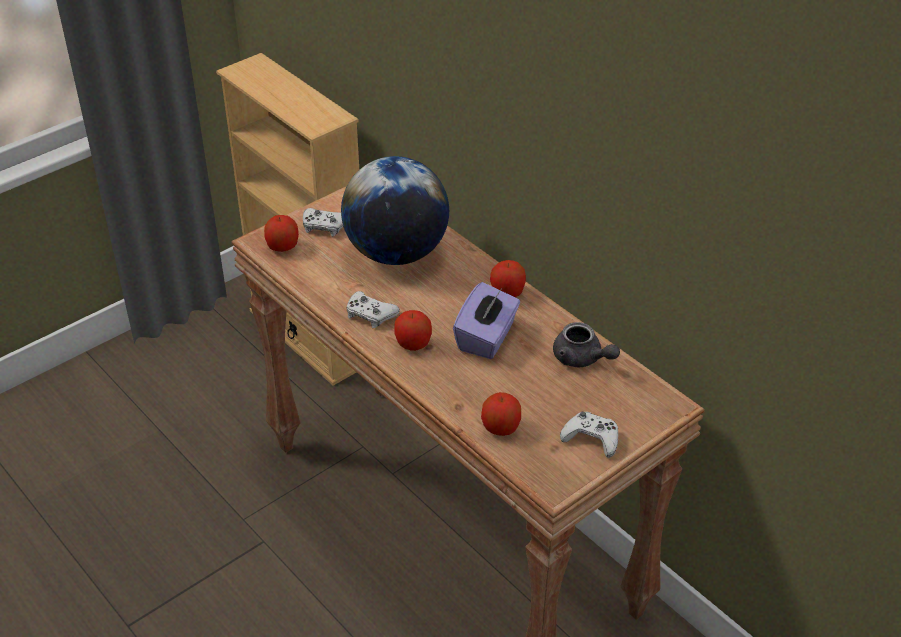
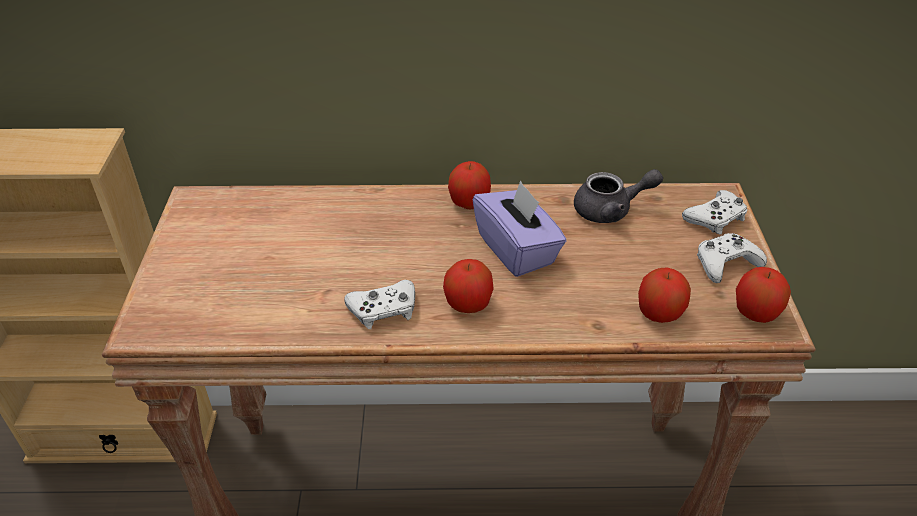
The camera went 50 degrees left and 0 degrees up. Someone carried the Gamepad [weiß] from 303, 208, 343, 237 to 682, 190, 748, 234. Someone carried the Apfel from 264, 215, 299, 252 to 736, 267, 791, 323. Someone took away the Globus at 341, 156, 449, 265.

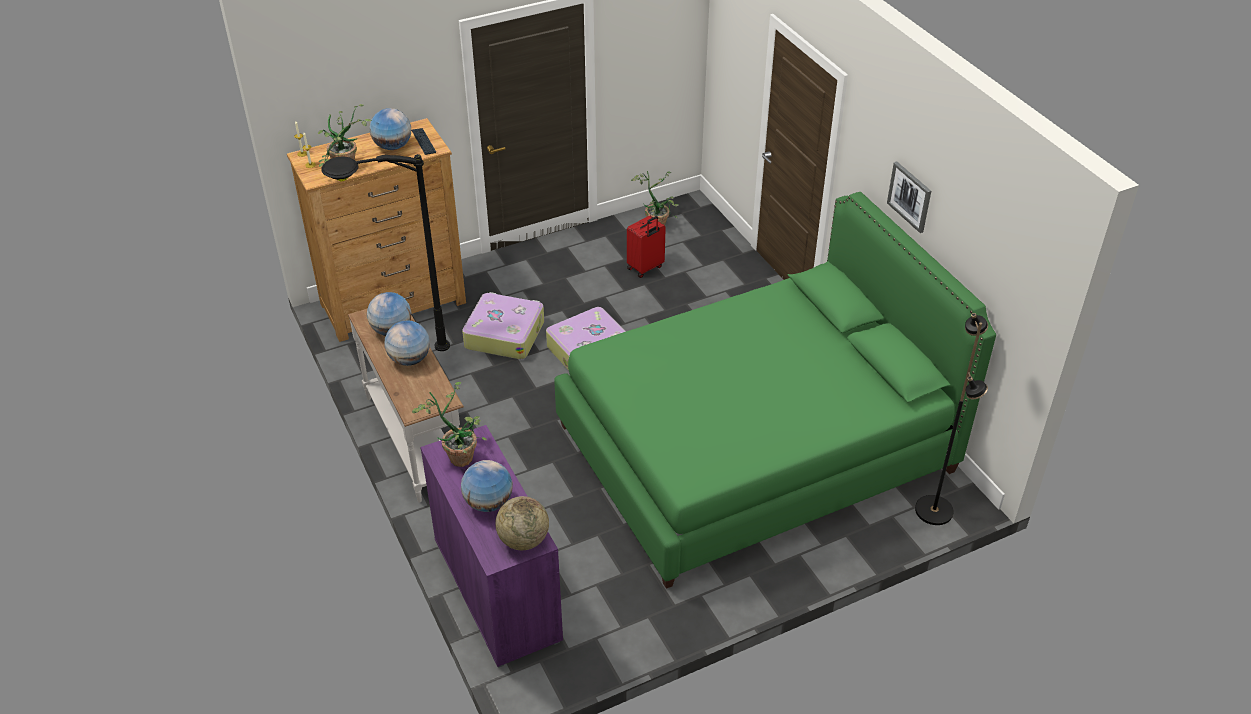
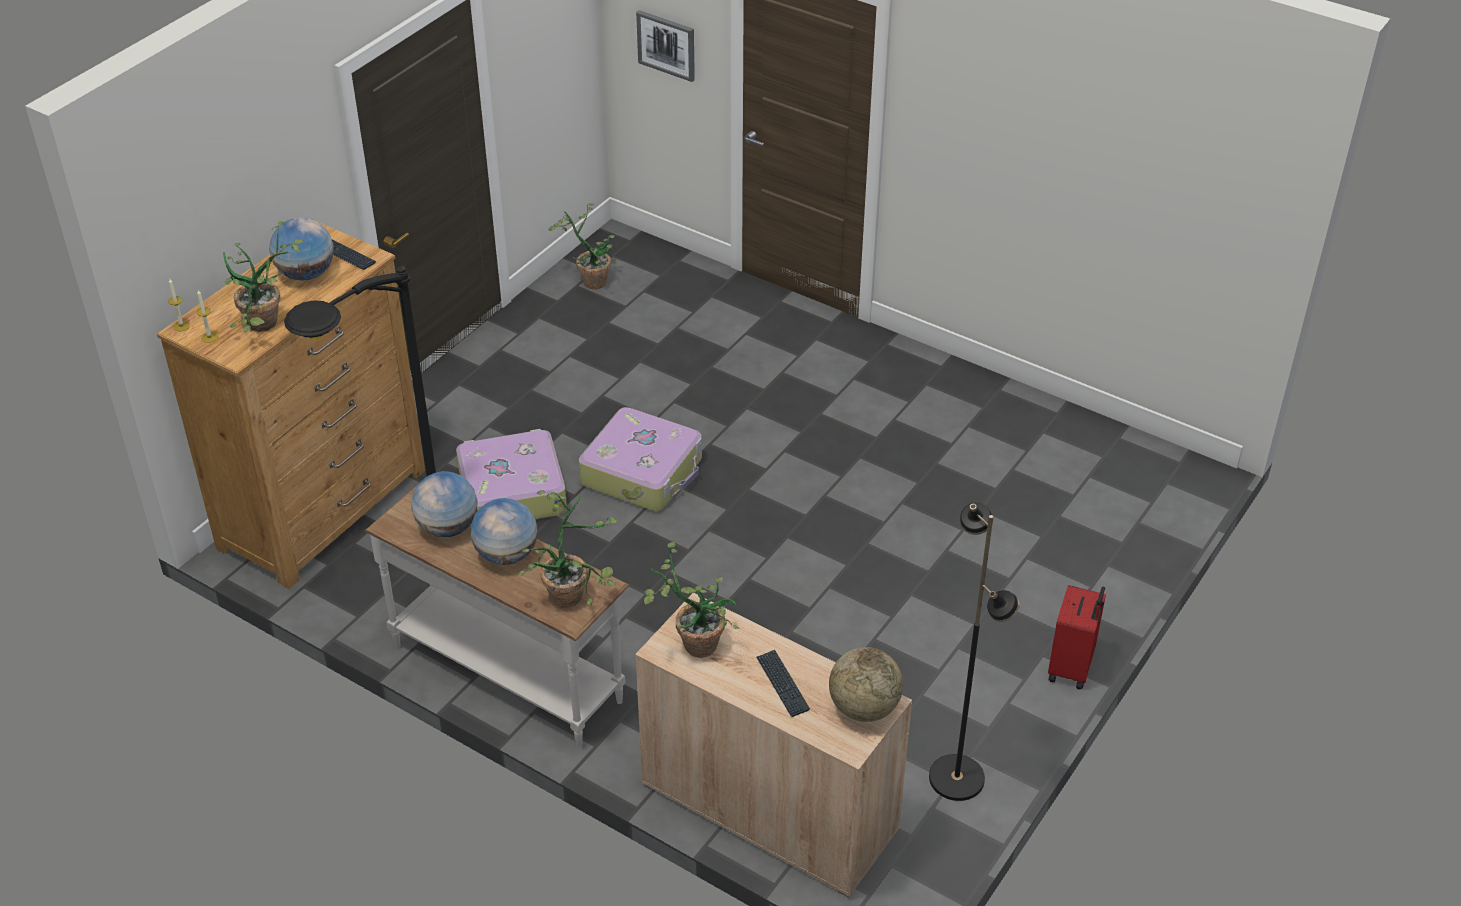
The camera went 30 degrees left and 0 degrees up. Someone put down the Topfpflanze at 519, 490, 618, 608. Someone repainted the Schrank [lila] at 420, 425, 563, 668, which became the Schrank [beige] at 635, 593, 912, 898. Someone carried the Bild from 887, 161, 931, 233 to 636, 10, 695, 82. Someone swapped the Globus at 461, 460, 513, 512 for the Tastatur at 756, 650, 810, 717. Someone carried the Stehlampe [schwarz] from 915, 313, 988, 525 to 929, 503, 1020, 801. Someone carried the Koffer [rot] from 627, 216, 666, 278 to 1048, 585, 1106, 690. Someone took away the Bett [grün] at 554, 192, 996, 589.

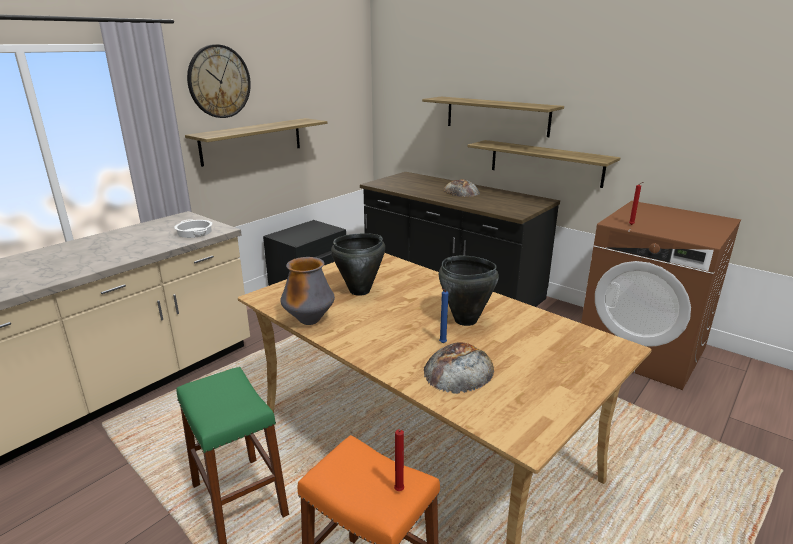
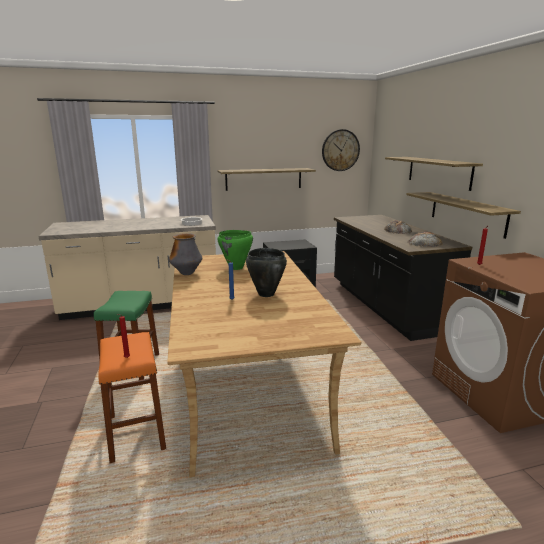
The camera went 35 degrees right and 5 degrees down. Someone repainted the Kochtopf [schwarz] at 331, 233, 385, 296, which became the Kochtopf [grün] at 218, 230, 253, 270. Someone carried the Wanduhr from 187, 44, 251, 118 to 322, 129, 360, 171. Someone carried the Brot from 424, 342, 494, 394 to 407, 232, 443, 247.

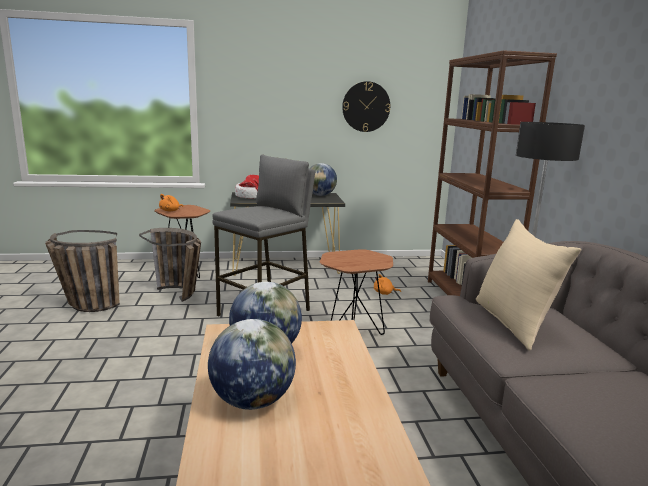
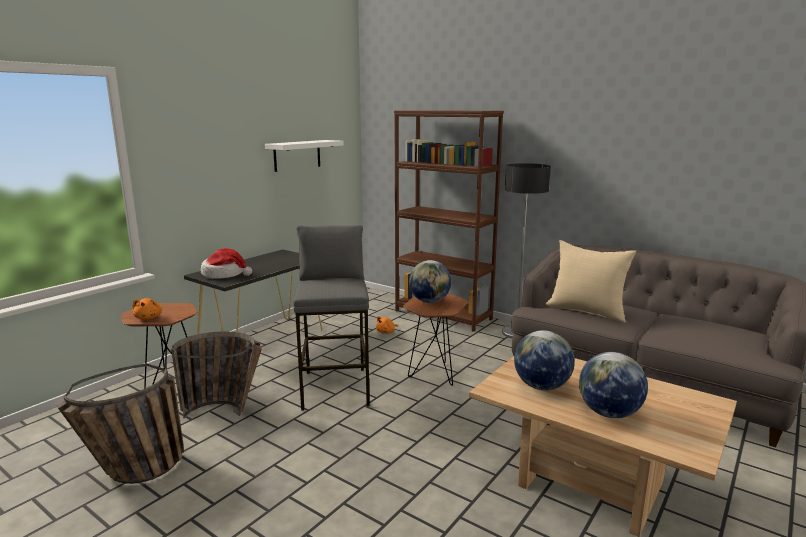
The camera went 45 degrees left and 0 degrees up. Someone swapped the Wanduhr at 342, 81, 390, 132 for the Wandregal [weiß] at 265, 140, 344, 172. Someone carried the Globus from 309, 163, 337, 196 to 409, 260, 451, 303.

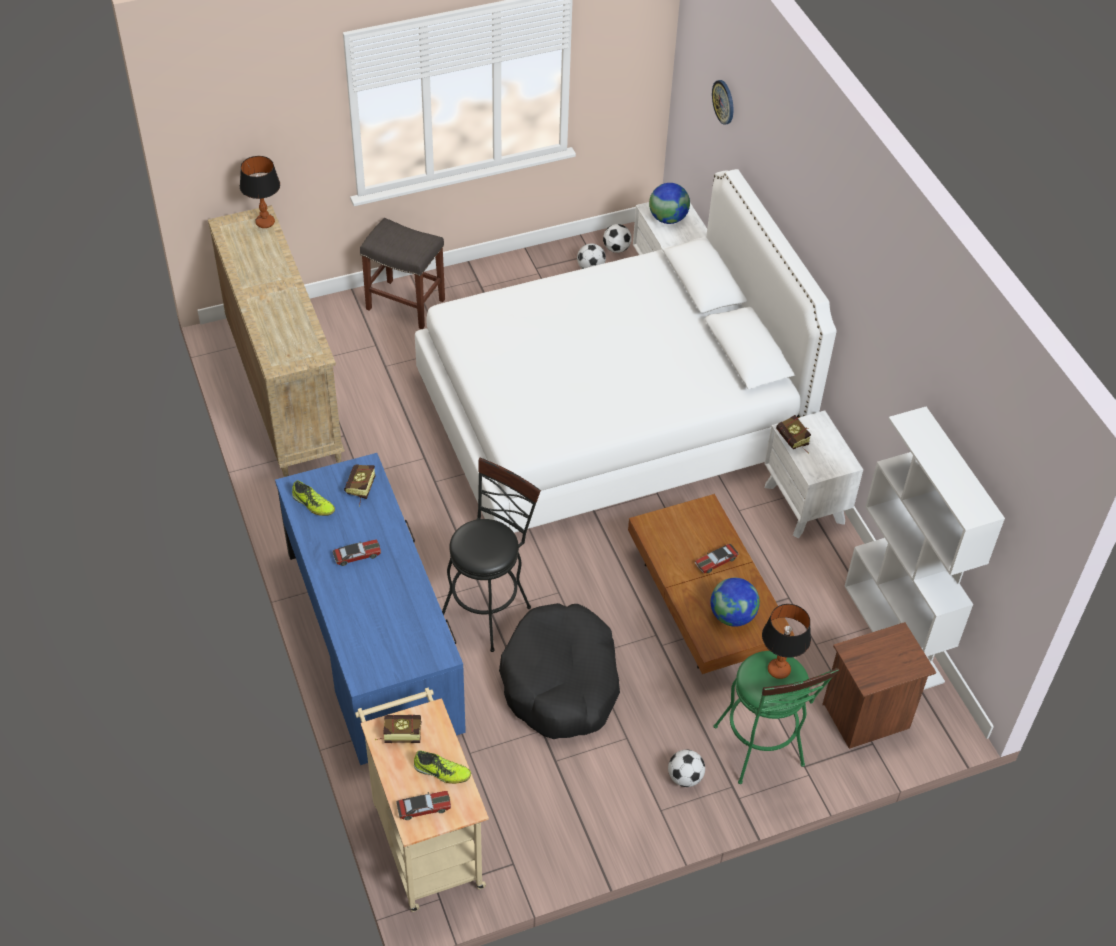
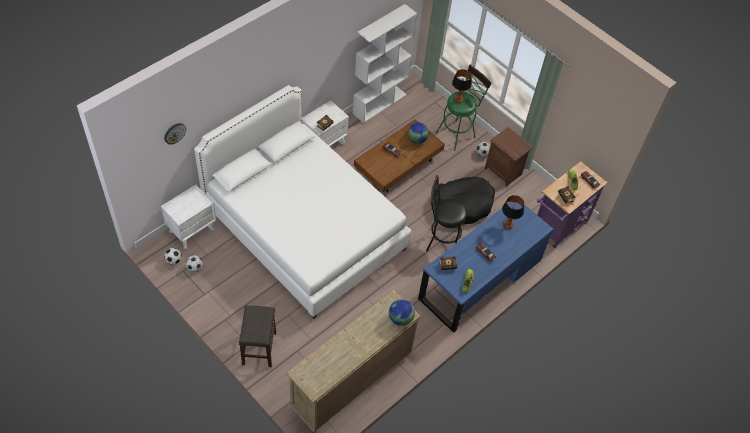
The camera went 115 degrees left and 5 degrees up. Someone carried the Globus from 649, 183, 690, 224 to 389, 299, 415, 326. Someone carried the Nachttisch [braun] from 822, 622, 936, 749 to 485, 127, 533, 187. Someone carried the Tischlampe from 240, 156, 280, 228 to 502, 195, 524, 229. Someone repainted the Rollwagen [beige] at 355, 688, 489, 912, which became the Rollwagen [lila] at 537, 161, 608, 248.

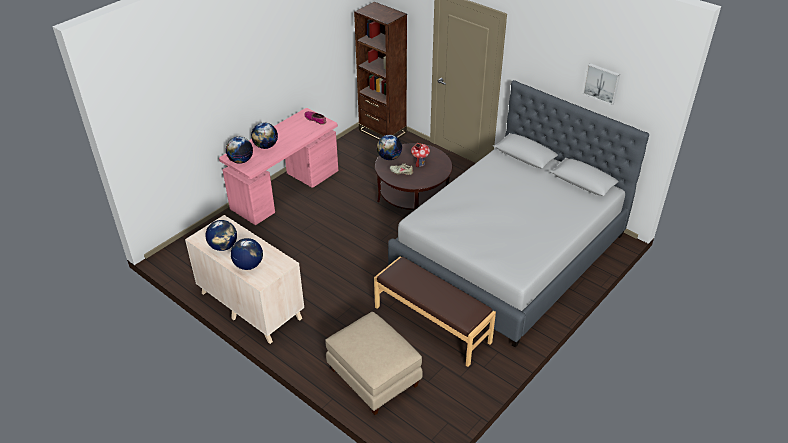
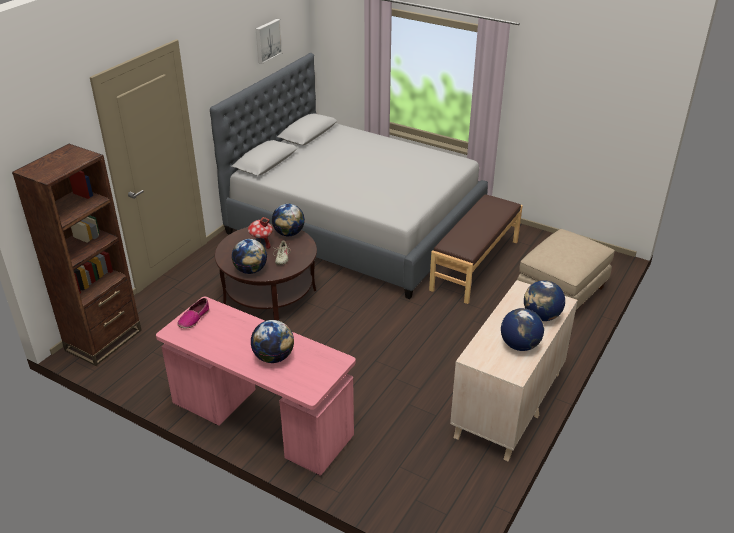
The camera went 100 degrees left and 5 degrees down. Someone carried the Globus from 226, 137, 253, 164 to 272, 204, 305, 236.

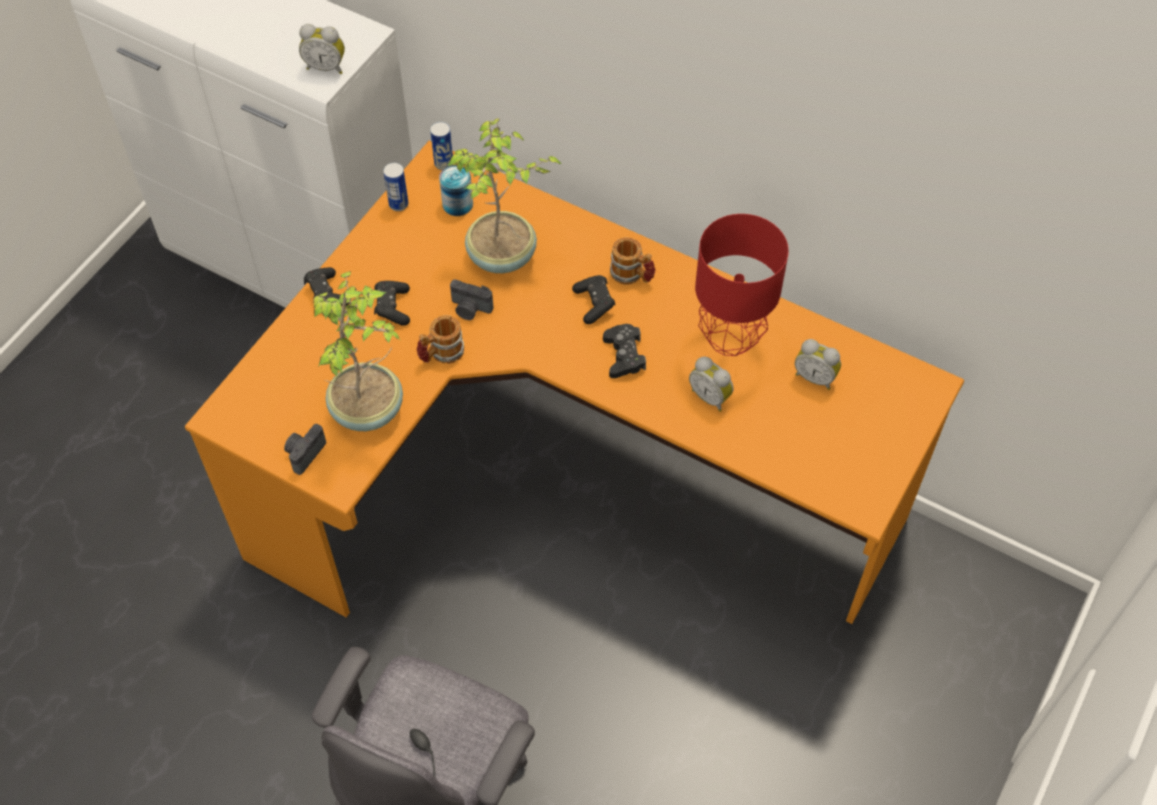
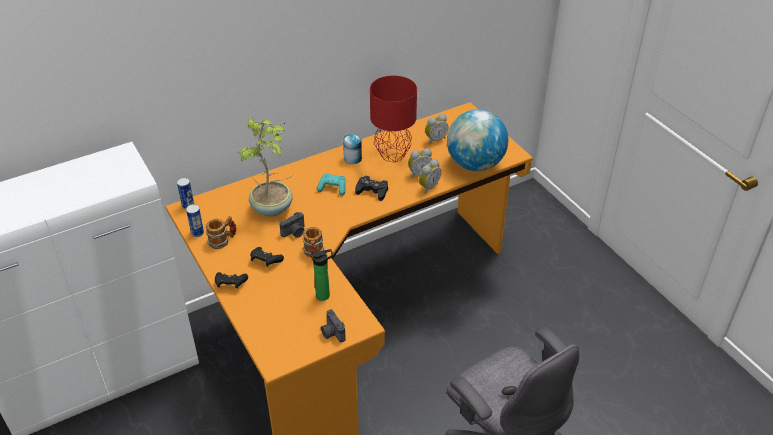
The camera went 60 degrees left and 15 degrees down. Someone carried the Henkelbecher from 610, 237, 656, 285 to 206, 216, 236, 249. Someone swapped the Topfpflanze at 314, 271, 403, 431 for the Flasche at 312, 249, 333, 301. Someone repainted the Gamepad [schwarz] at 572, 275, 615, 324, which became the Gamepad [türkis] at 317, 173, 346, 196. Someone carried the Dose from 439, 165, 473, 216 to 343, 134, 362, 164. Someone carried the Wecker from 299, 24, 345, 74 to 419, 159, 441, 194. Someone put down the Globus at 447, 109, 508, 171.

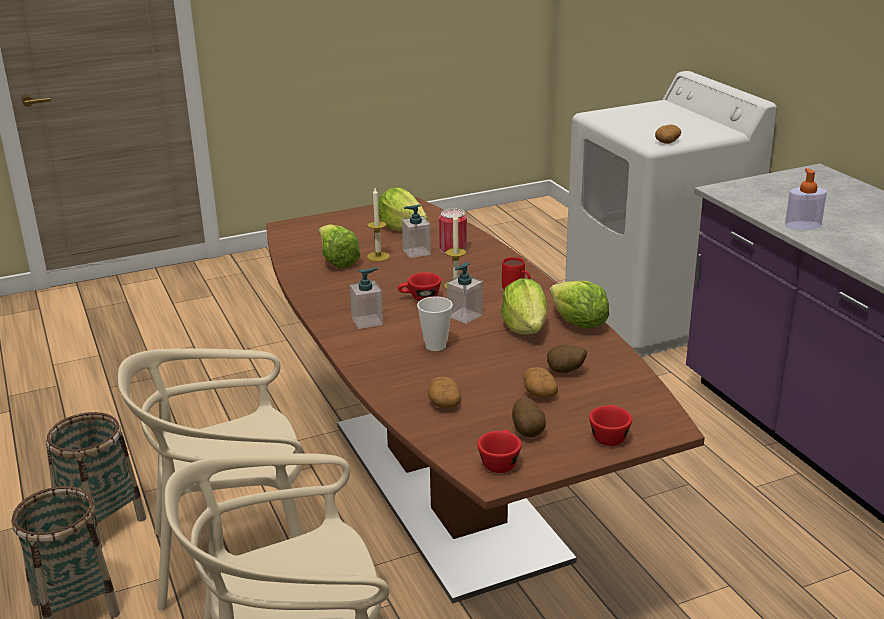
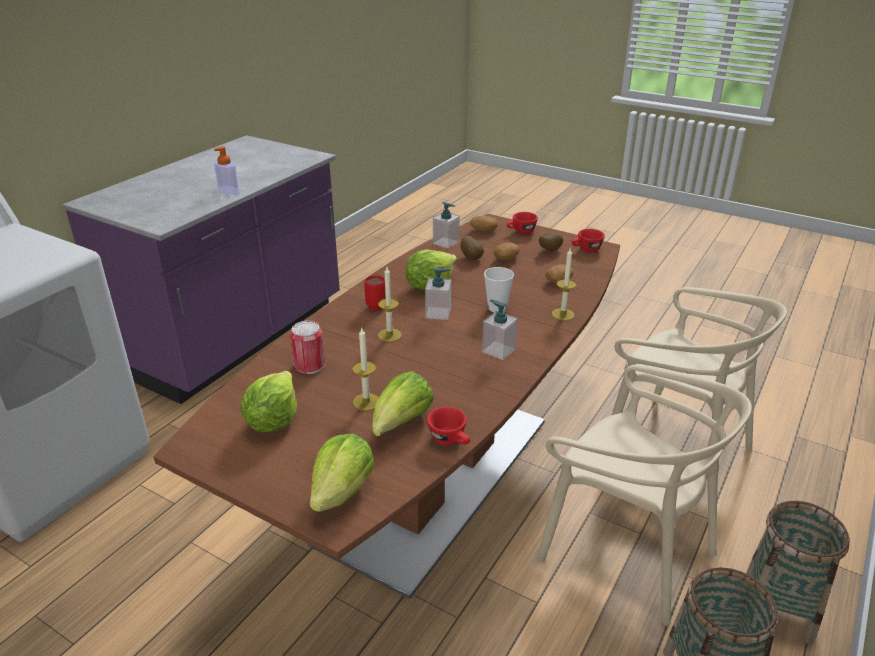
The camera went 125 degrees left and 5 degrees up. Someone carried the Salatkopf from 550, 281, 609, 329 to 310, 434, 375, 512. Someone carried the Tasse [rot] from 398, 272, 441, 301 to 427, 407, 470, 445. Someone carried the Seifenspender from 402, 204, 431, 258 to 433, 202, 460, 248. Someone carried the Kartoffel from 655, 125, 681, 144 to 470, 216, 498, 232. Someone put down the Kerze at 552, 248, 576, 321.

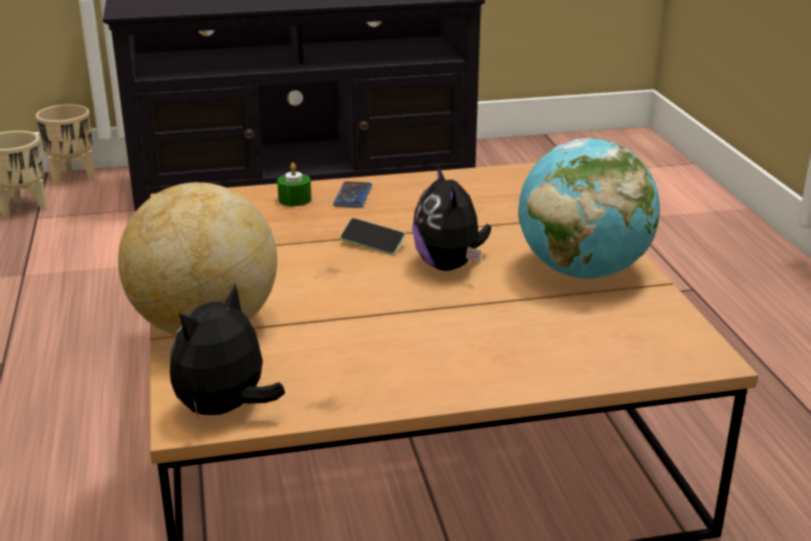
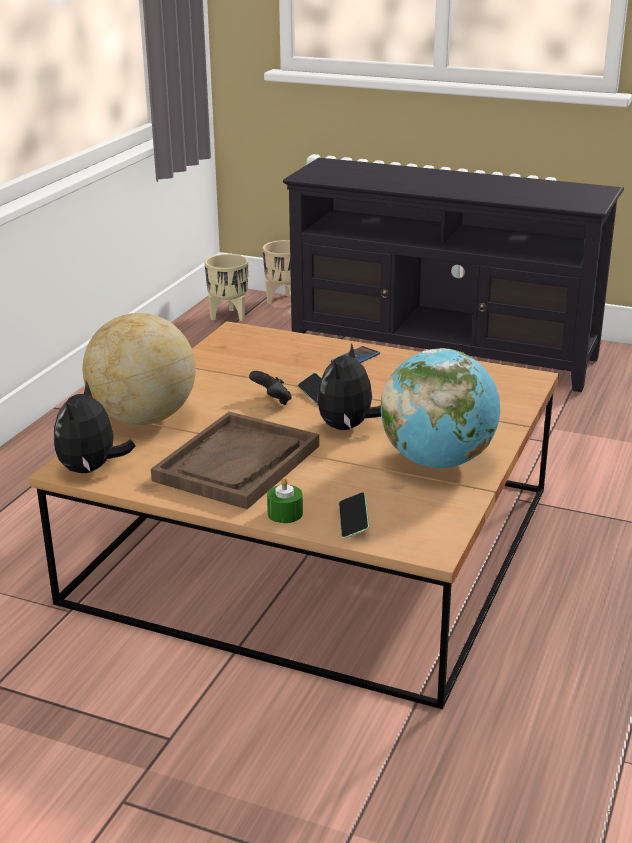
The camera went 35 degrees right and 0 degrees up. Someone rotated the Plüschtier at 170, 284, 285, 419 by 60 degrees counterclockwise. Someone put down the Tablett [braun] at 151, 412, 319, 509. Someone put down the Gamepad [schwarz] at 249, 371, 292, 405. Someone carried the Kerze [grün] from 277, 163, 311, 206 to 267, 477, 303, 523. Someone put down the Handy at 339, 492, 369, 539.

